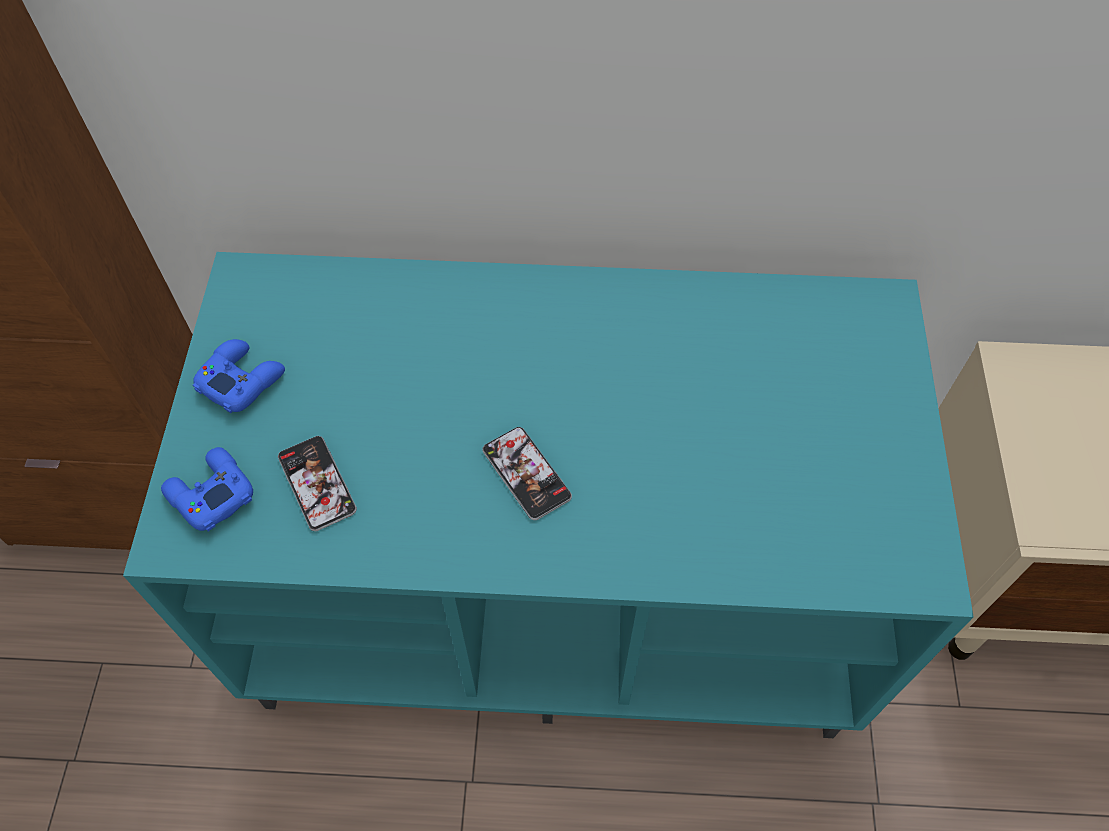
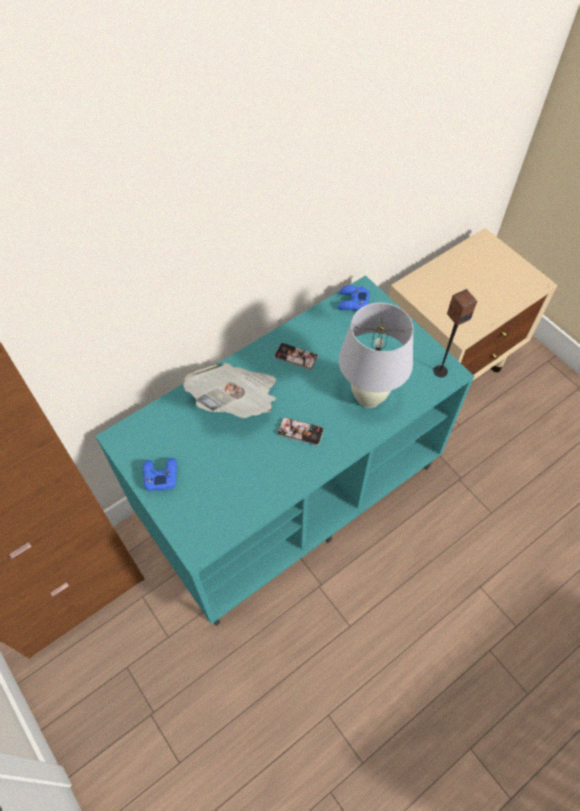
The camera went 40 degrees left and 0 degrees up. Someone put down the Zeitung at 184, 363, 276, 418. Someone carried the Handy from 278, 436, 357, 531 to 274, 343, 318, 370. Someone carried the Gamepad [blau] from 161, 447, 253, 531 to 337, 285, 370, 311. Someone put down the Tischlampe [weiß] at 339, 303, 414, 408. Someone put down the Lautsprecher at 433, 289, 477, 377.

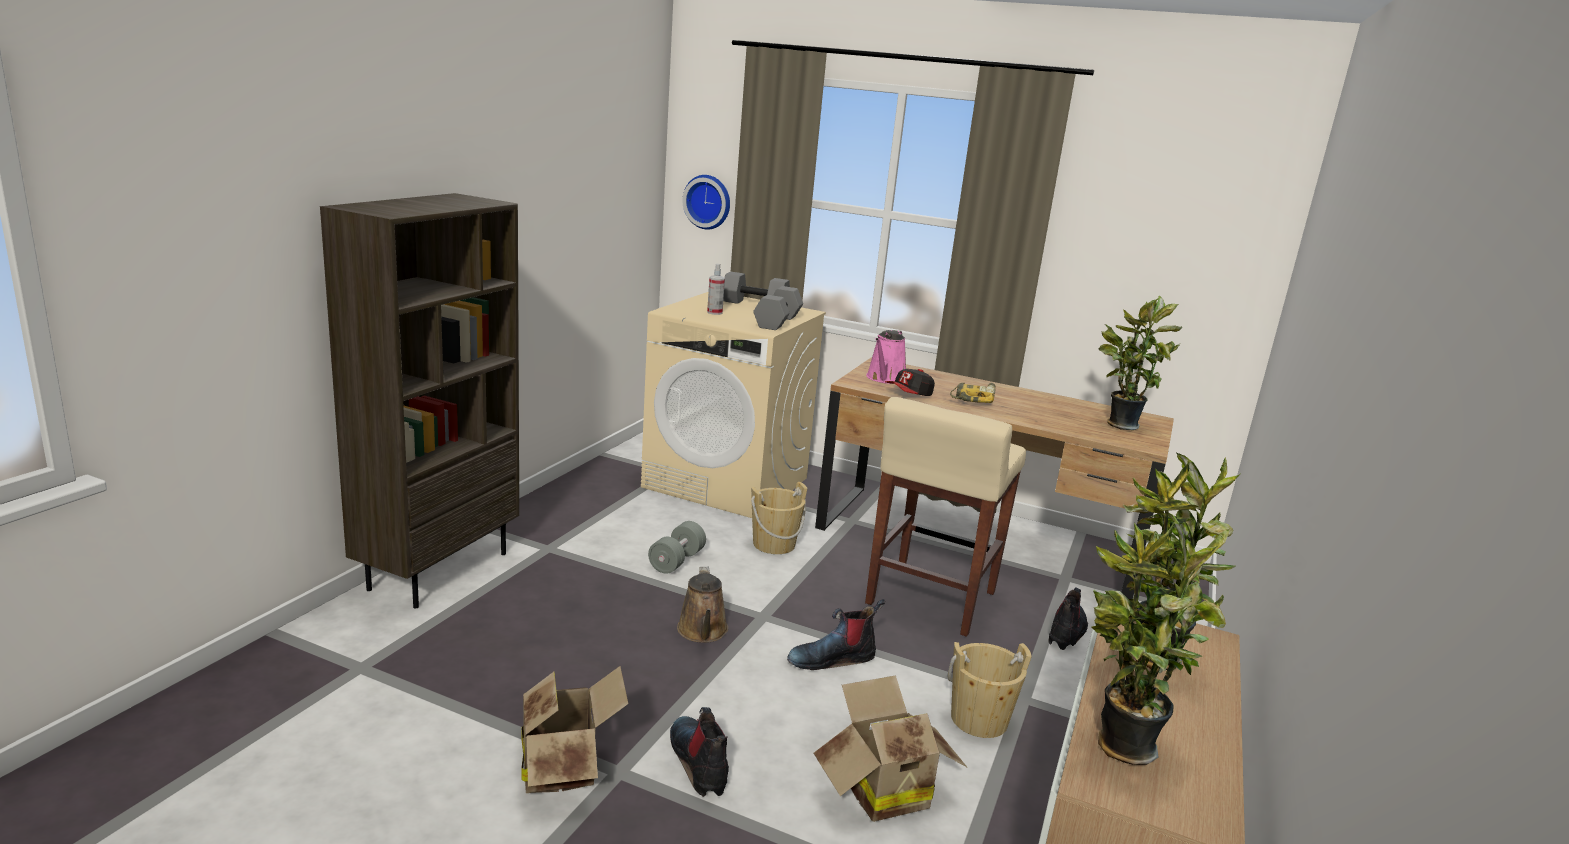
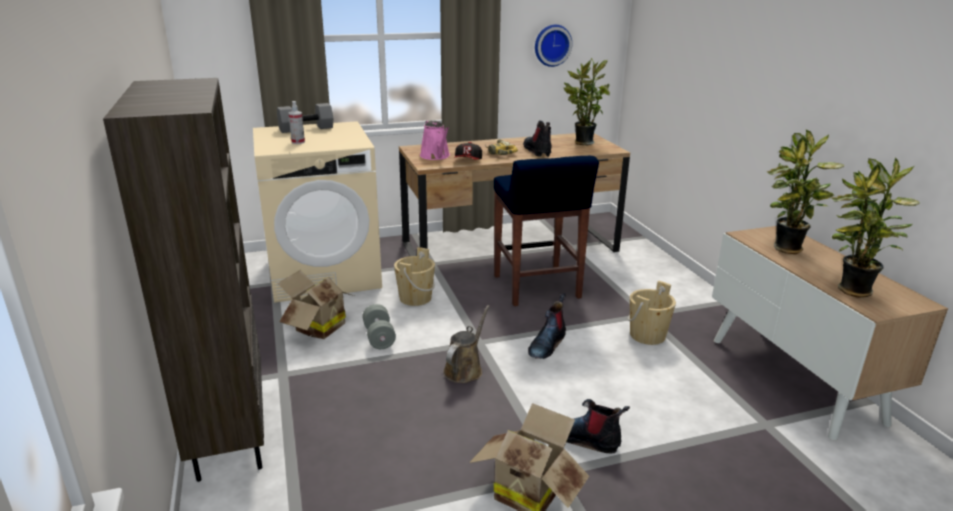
The camera went 40 degrees left and 5 degrees up. Someone carried the Karton from 814, 676, 968, 822 to 278, 270, 354, 339. Someone rotated the Gießkanne [braun] at 677, 567, 728, 643 by 105 degrees counterclockwise. Someone repainted the Hocker [beige] at 865, 397, 1026, 637, which became the Hocker [blau] at 494, 156, 599, 306. Someone carried the Stiefel from 1049, 587, 1088, 650 to 523, 121, 552, 157. Someone carried the Wanduhr from 683, 175, 730, 230 to 535, 25, 572, 67. Someone took away the Hantel [grau] at 753, 286, 803, 330.

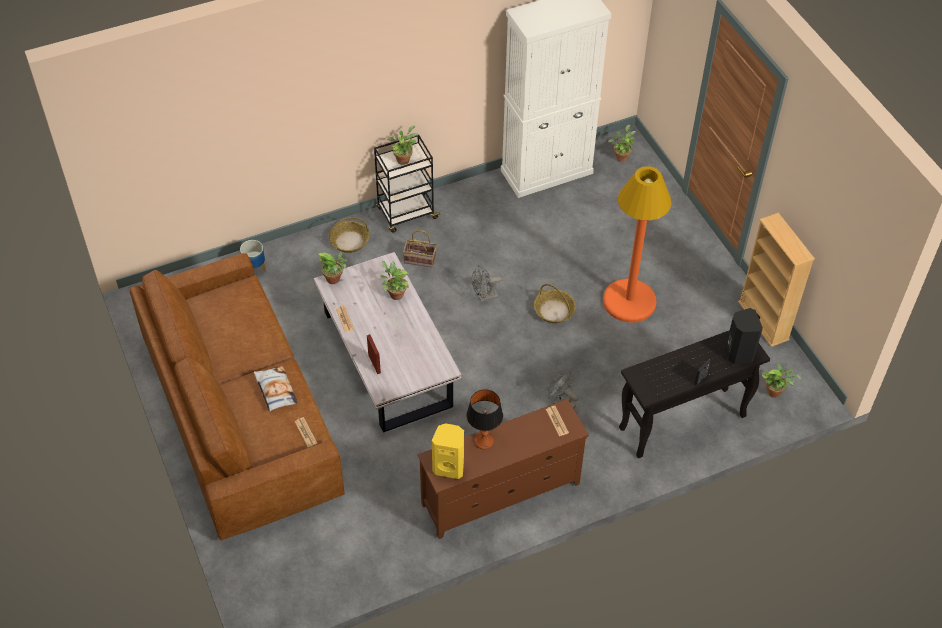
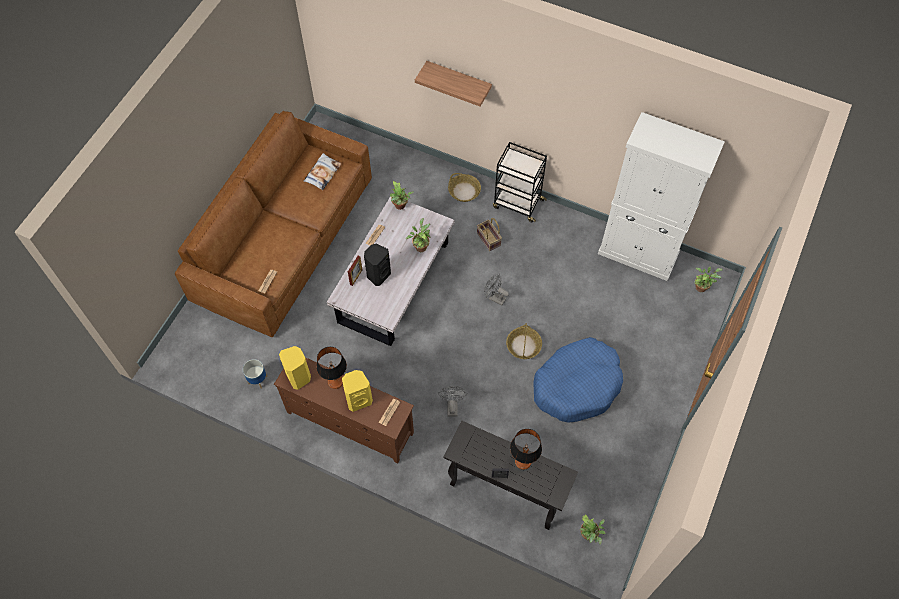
The camera went 50 degrees right and 10 degrees up. Someone carried the Pflanzkübel from 240, 240, 266, 272 to 243, 359, 268, 388. Someone carried the Kissen from 254, 366, 298, 411 to 304, 153, 342, 190. Someone put down the Lautsprecher [gelb] at 342, 370, 373, 412. Someone carried the Lautsprecher [schwarz] from 725, 308, 763, 364 to 364, 243, 391, 286. Someone put up the Wandregal at 415, 61, 492, 106. Someone put down the Tischlampe at 510, 429, 542, 470. Someone swapped the Stehlampe [orange] at 603, 166, 671, 323 for the Hundebett [blau] at 533, 337, 623, 423. Someone took away the Topfpflanze at 387, 126, 418, 165. Someone took away the Bücherregal [beige] at 738, 213, 815, 347.

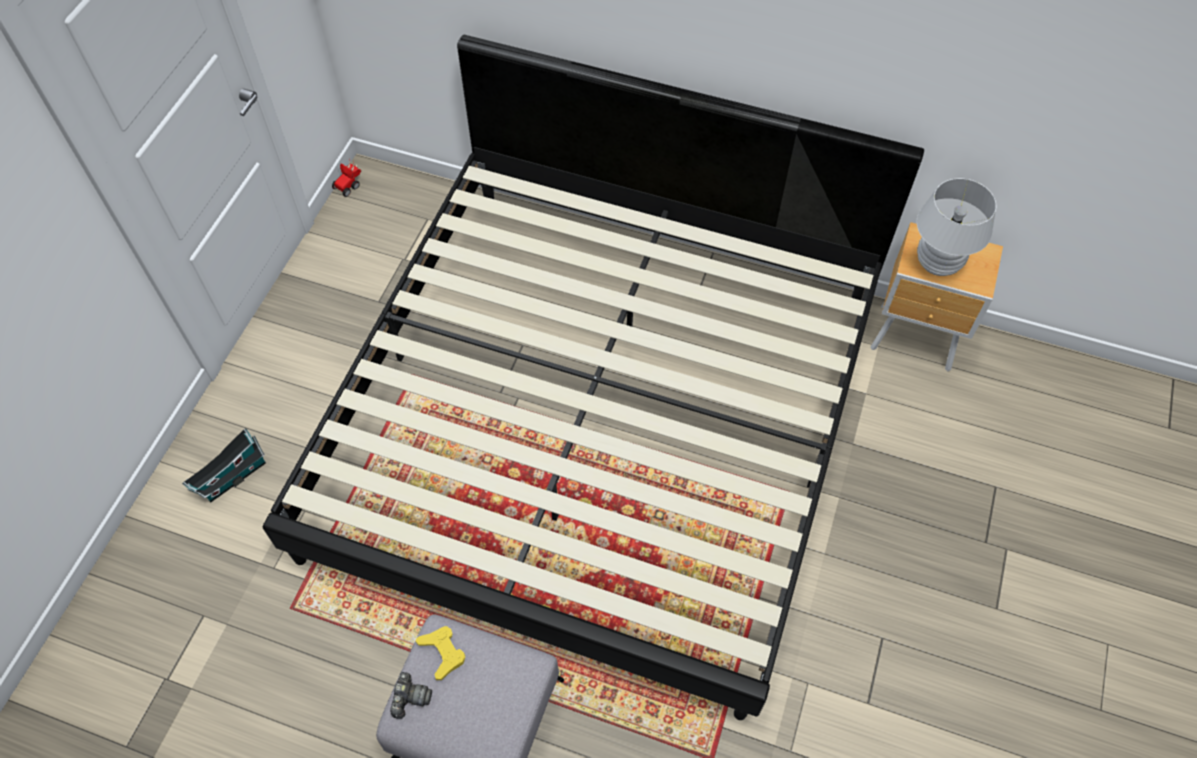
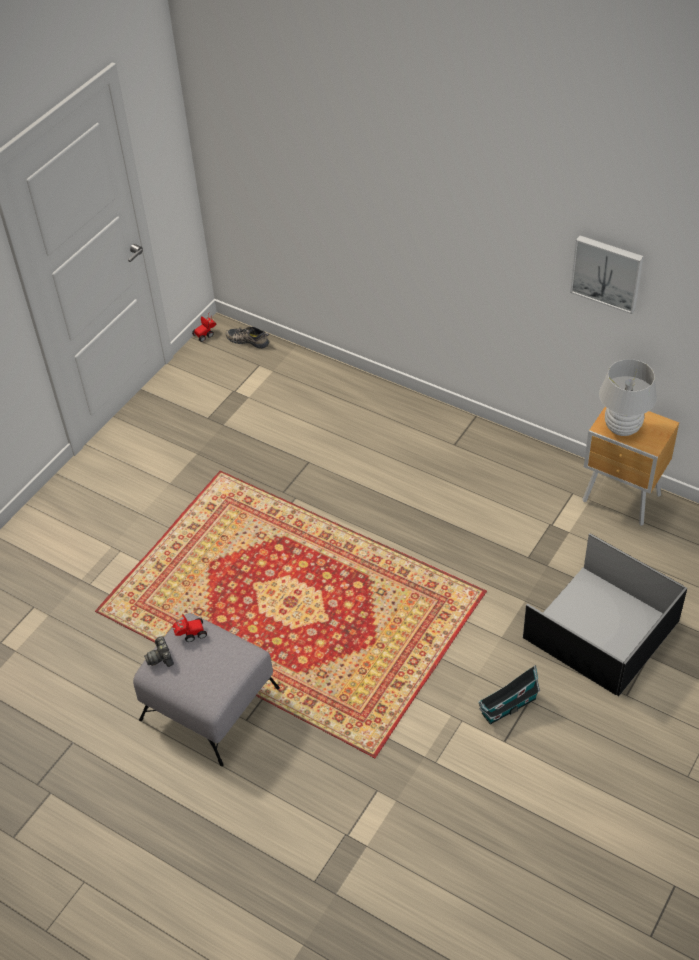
The camera went 15 degrees right and 10 degrees down. Someone rotated the Kamera at 390, 672, 432, 719 by 135 degrees clockwise. Someone swapped the Gamepad [gelb] at 415, 626, 465, 680 for the Spielzeugauto at 173, 614, 207, 642. Someone put down the Schuh at 226, 327, 269, 349. Someone carried the Spielzeughaus from 182, 428, 266, 502 to 479, 665, 540, 725. Someone put down the Aufbewahrungsbox [schwarz] at 522, 533, 687, 696. Someone put up the Bild at 570, 235, 644, 314. Someone took away the Bett at 263, 35, 924, 720.

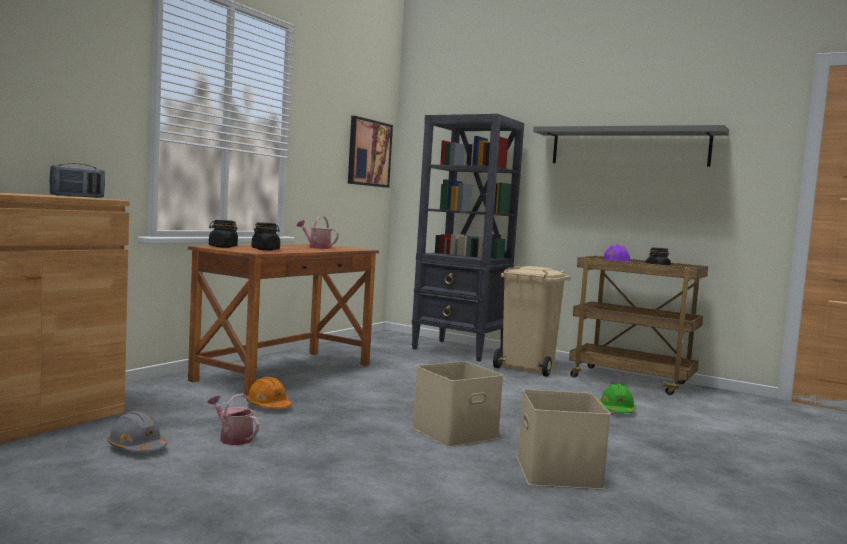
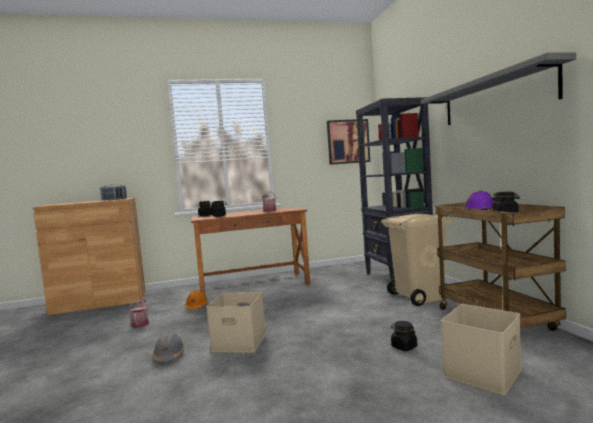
The camera went 45 degrees right and 0 degrees up. Someone carried the Schutzhelm [grau] from 107, 411, 167, 452 to 153, 332, 185, 362. Someone swapped the Schutzhelm [grün] at 599, 383, 636, 413 for the Vorratsglas [schwarz] at 391, 321, 417, 351. Someone carried the Aufbewahrungsbox [beige] from 517, 389, 611, 490 to 441, 304, 522, 395.

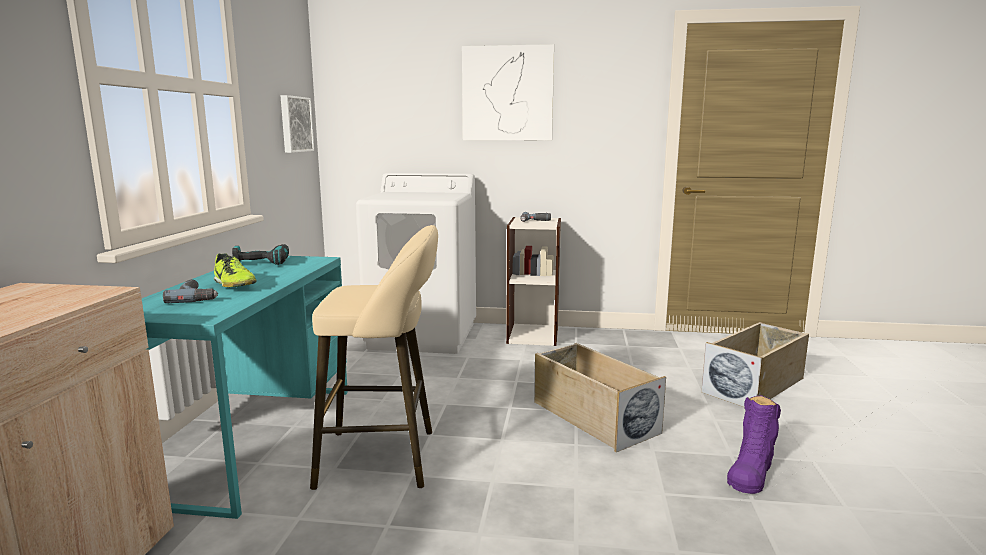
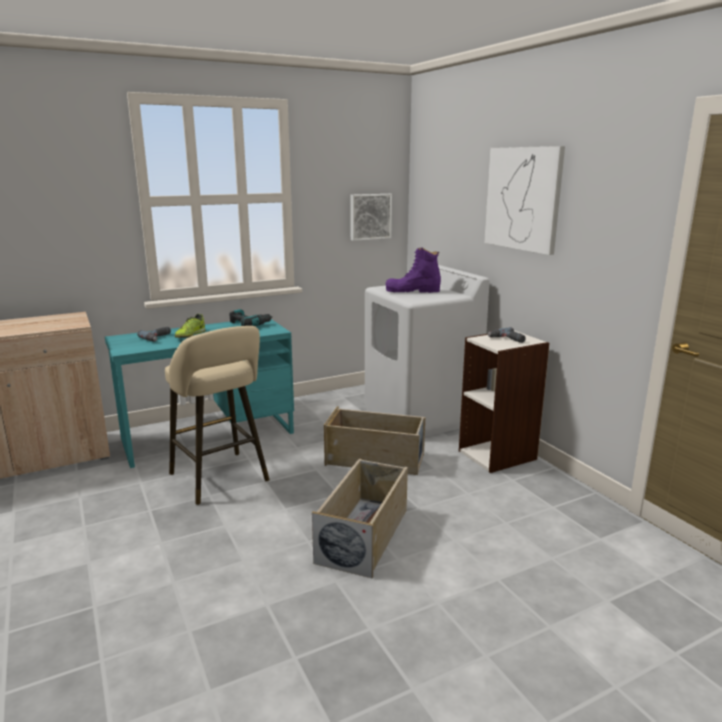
The camera went 55 degrees right and 5 degrees up. Someone carried the Aufbewahrungsbox [beige] from 701, 322, 809, 407 to 324, 406, 425, 475. Someone carried the Stiefel [lila] from 727, 395, 781, 494 to 386, 247, 441, 293.

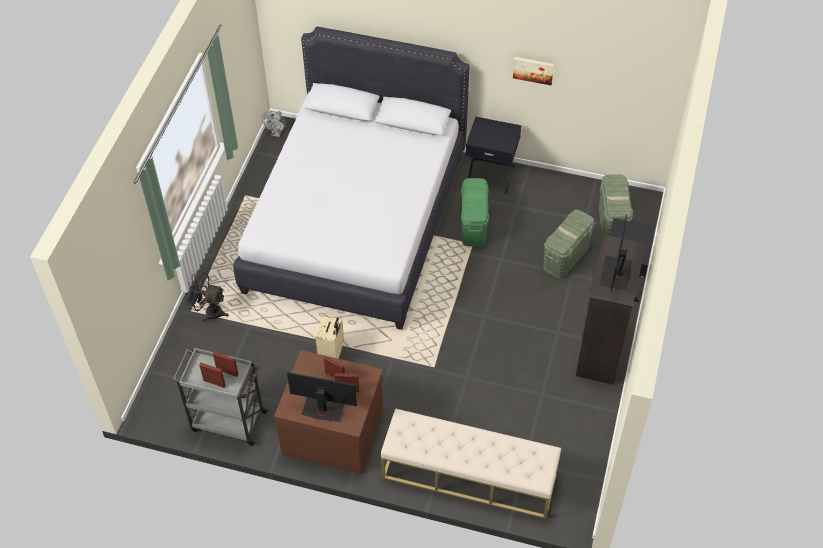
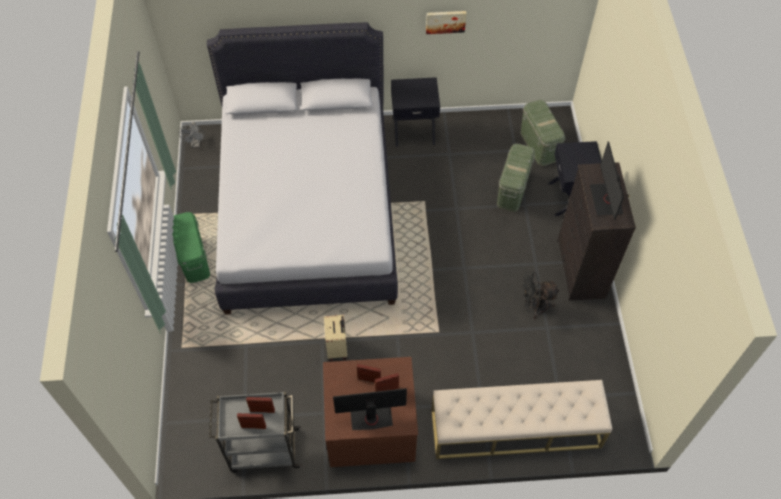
The camera went 20 degrees left and 5 degrees up. Someone carried the Aufbewahrungsbox [grün] from 461, 178, 489, 247 to 172, 212, 210, 283. Someone carried the Ventilator [schwarz] from 186, 272, 229, 322 to 523, 272, 559, 319.

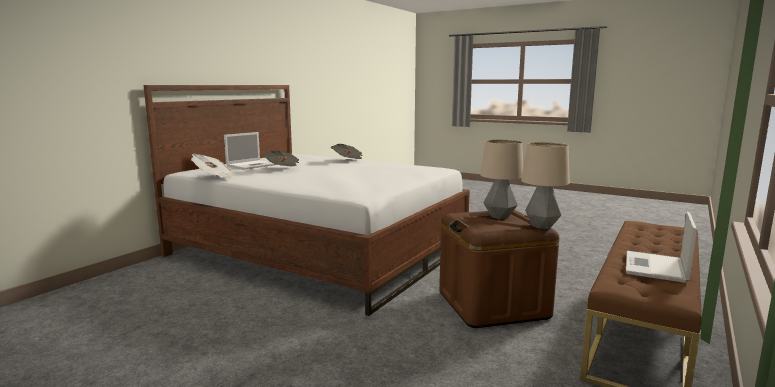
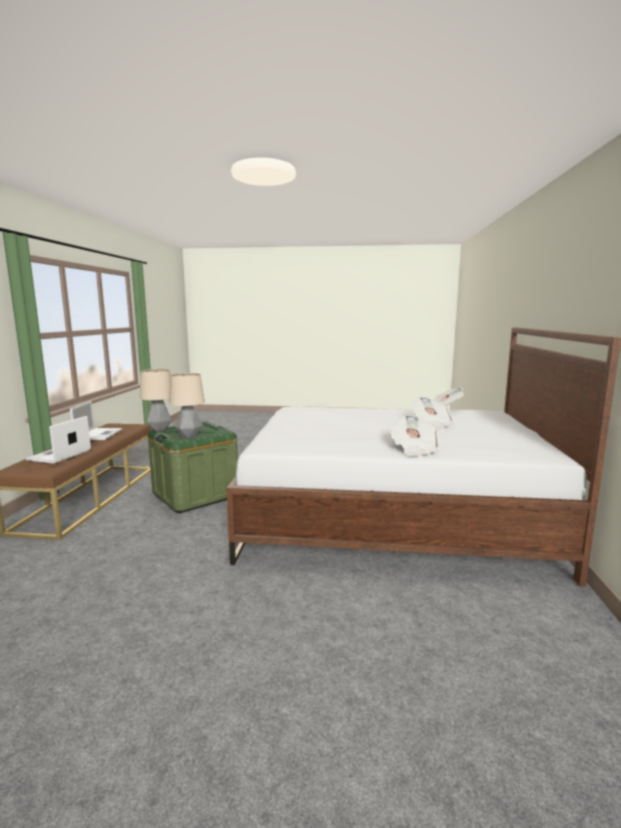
The camera went 155 degrees right and 0 degrees up. Someone carried the Laptop from 224, 132, 275, 170 to 26, 416, 91, 464. Someone repainted the Aufbewahrungsbox [braun] at 439, 210, 559, 328, which became the Aufbewahrungsbox [grün] at 148, 421, 238, 513.

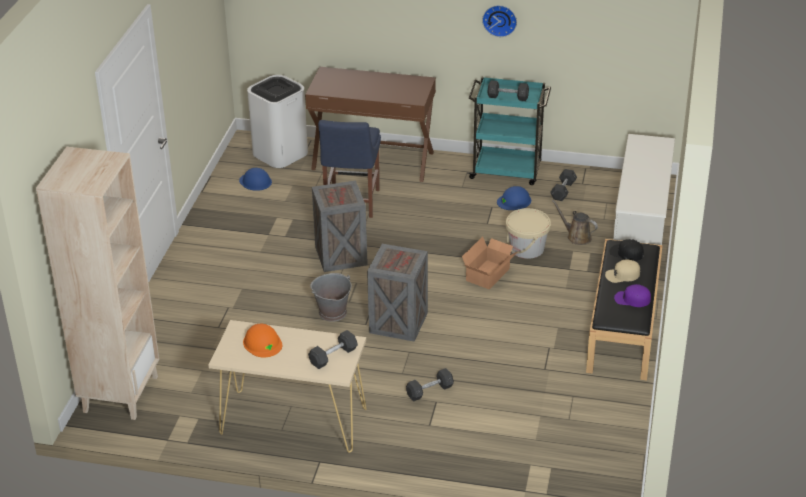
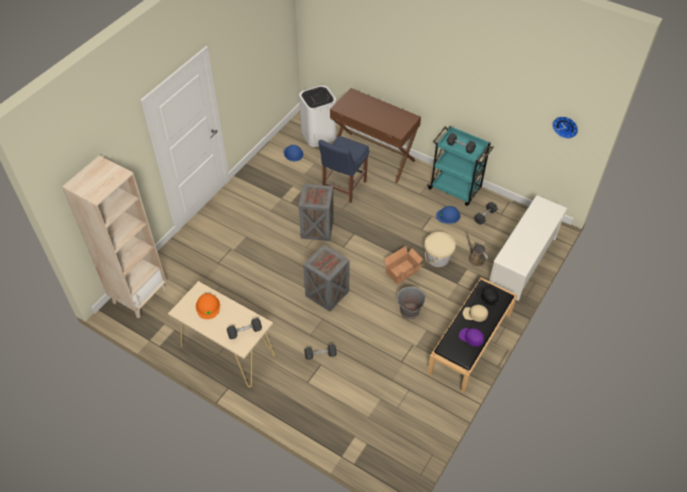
The camera went 20 degrees right and 15 degrees up. Someone carried the Eimer [grau] from 310, 273, 351, 322 to 396, 287, 426, 320. Someone carried the Wanduhr from 482, 5, 517, 37 to 552, 116, 578, 139.

